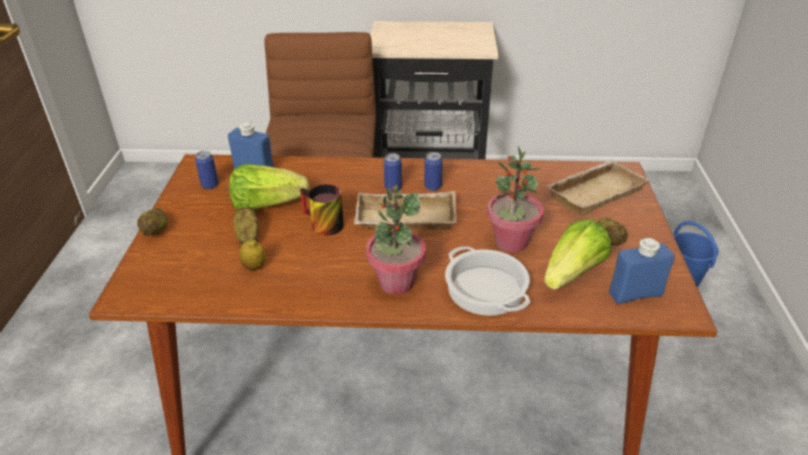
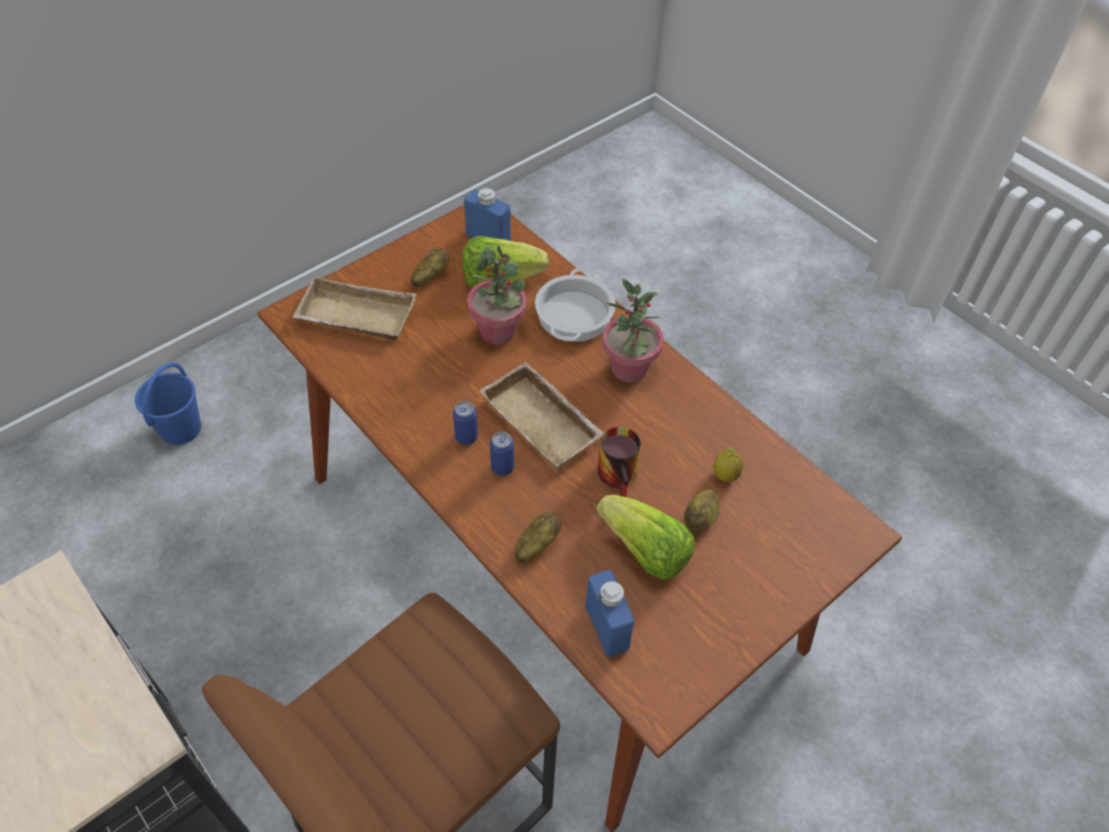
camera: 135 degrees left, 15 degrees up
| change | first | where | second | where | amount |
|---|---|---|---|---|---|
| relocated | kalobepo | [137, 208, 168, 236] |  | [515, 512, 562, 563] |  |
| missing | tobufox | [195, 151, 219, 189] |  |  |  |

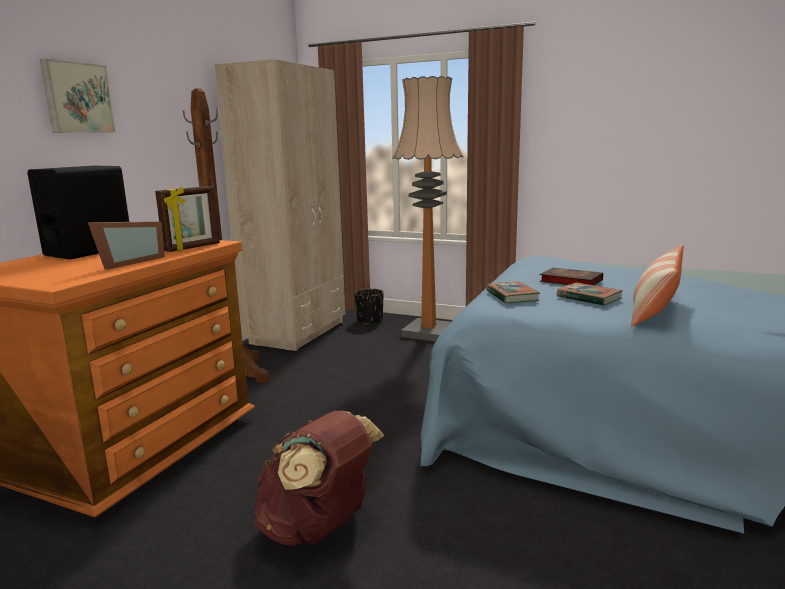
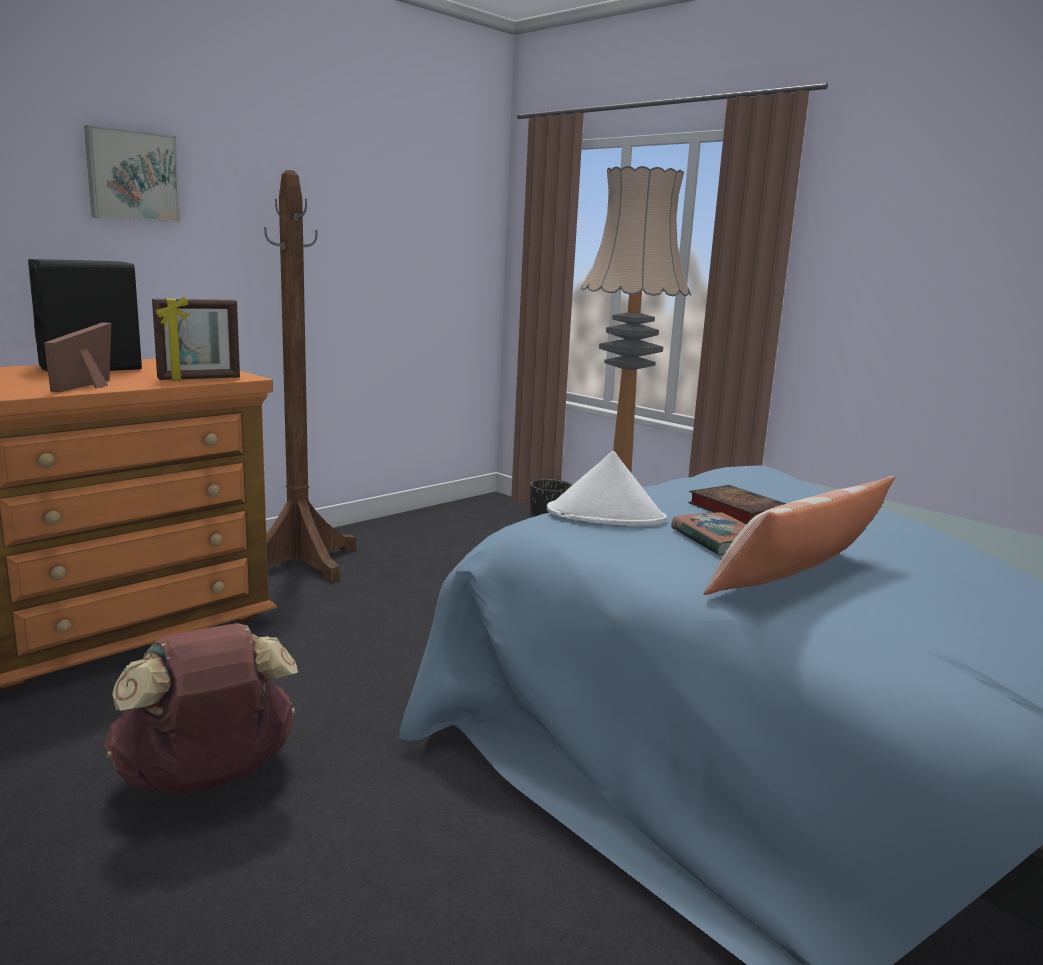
camera: 20 degrees right, 0 degrees up
| change | first | where | second | where | amount |
|---|---|---|---|---|---|
| spun | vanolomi | [88, 221, 165, 269] |  | [44, 322, 111, 392] | 135 degrees clockwise |
| exchanged | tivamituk | [486, 281, 540, 304] | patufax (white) | [547, 451, 667, 526] |  |
| missing | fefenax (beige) | [214, 59, 345, 351] |  |  |  |

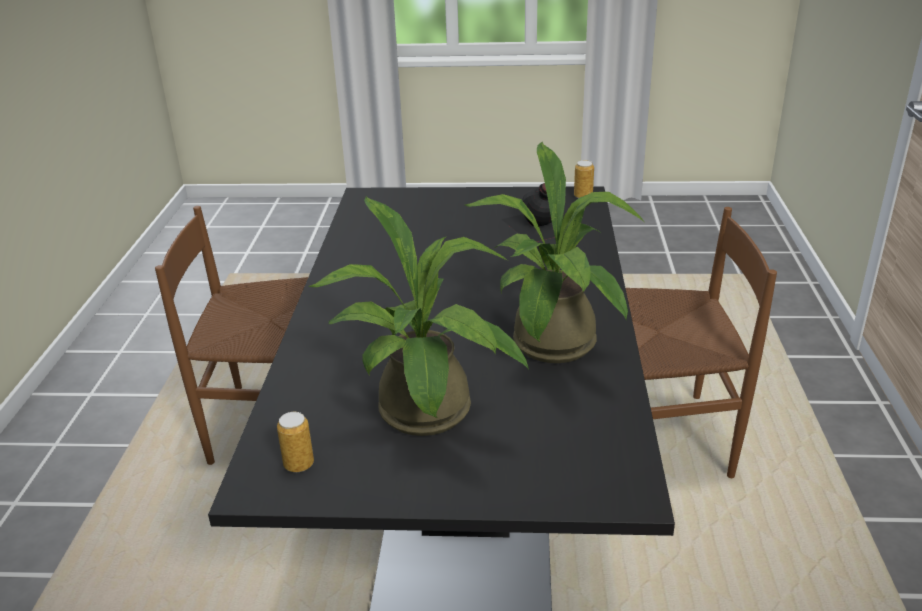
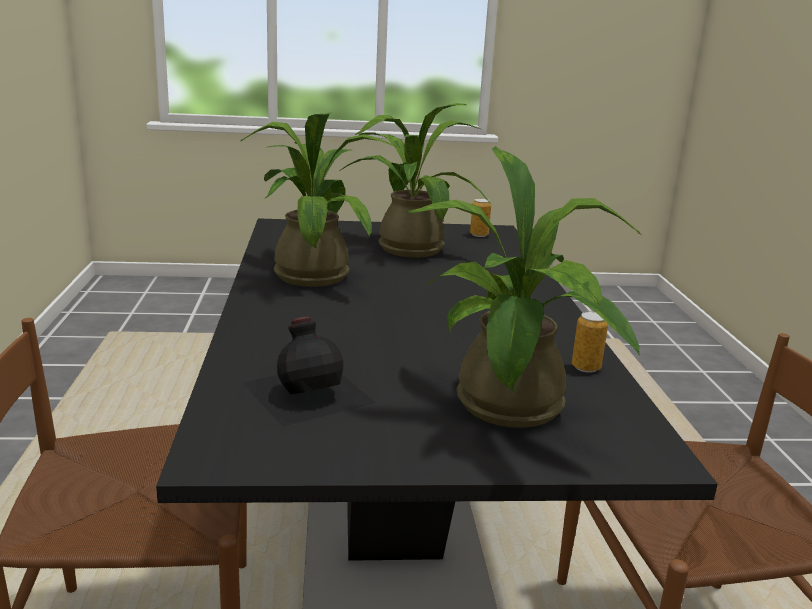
camera: 170 degrees right, 10 degrees down
| change | first | where | second | where | amount |
|---|---|---|---|---|---|
| appeared |  |  | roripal | [406, 146, 642, 428] |  |
| relocated | tobufox | [574, 160, 594, 198] |  | [572, 312, 608, 373] |  |

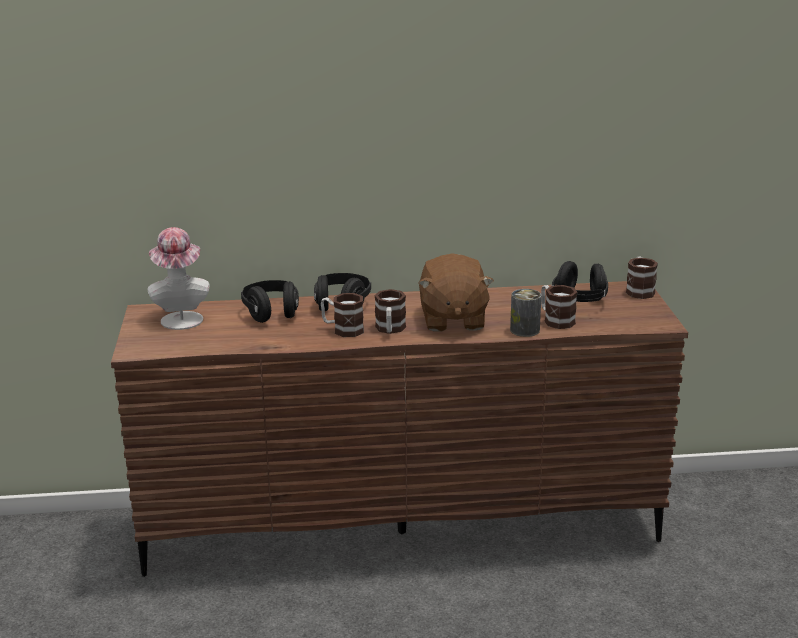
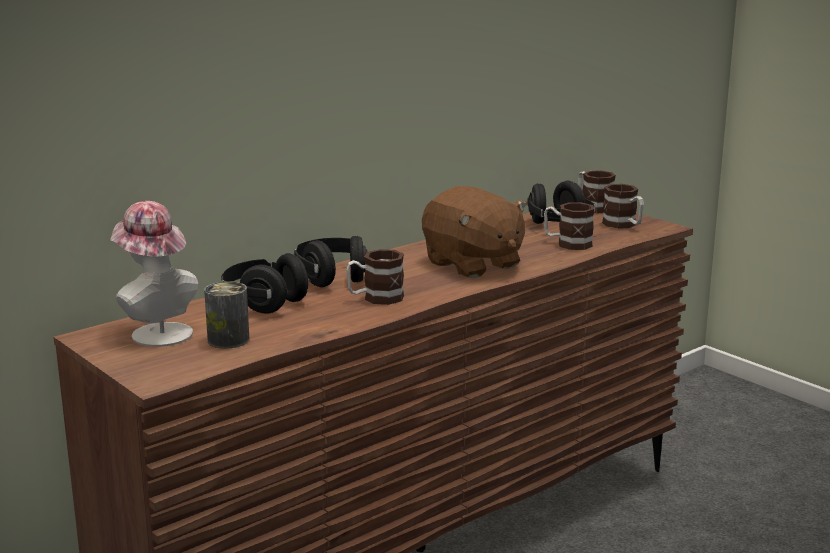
camera: 35 degrees left, 5 degrees down
| change | first | where | second | where | amount |
|---|---|---|---|---|---|
| relocated | tobufox | [510, 289, 541, 337] |  | [204, 281, 249, 349] |  |
| relocated | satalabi | [374, 289, 406, 334] |  | [602, 184, 644, 229] |  |

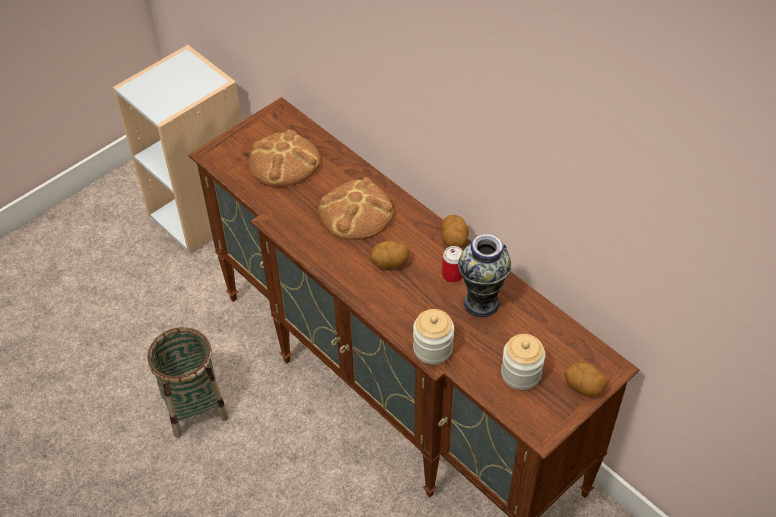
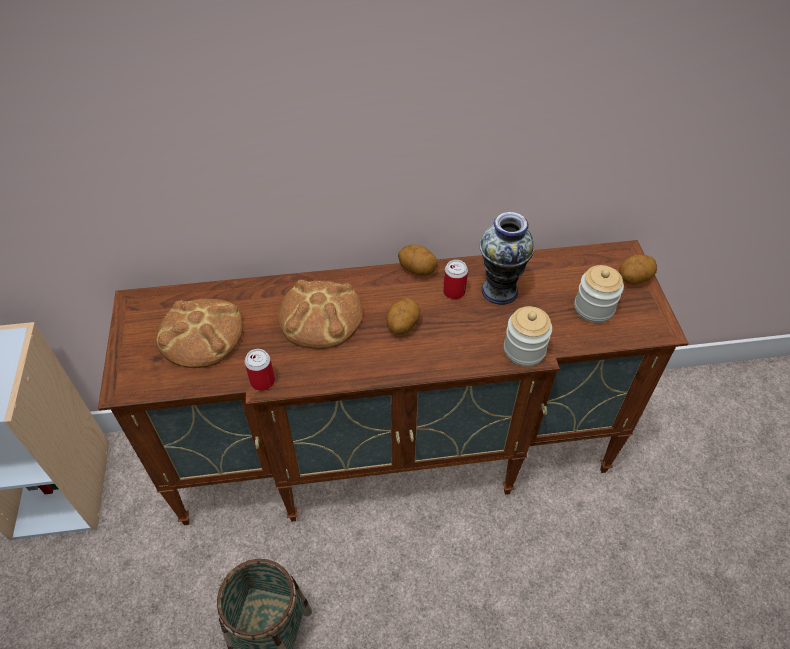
camera: 55 degrees left, 0 degrees up
| change | first | where | second | where | amount |
|---|---|---|---|---|---|
| appeared |  |  | tobufox | [245, 349, 275, 391] |  |

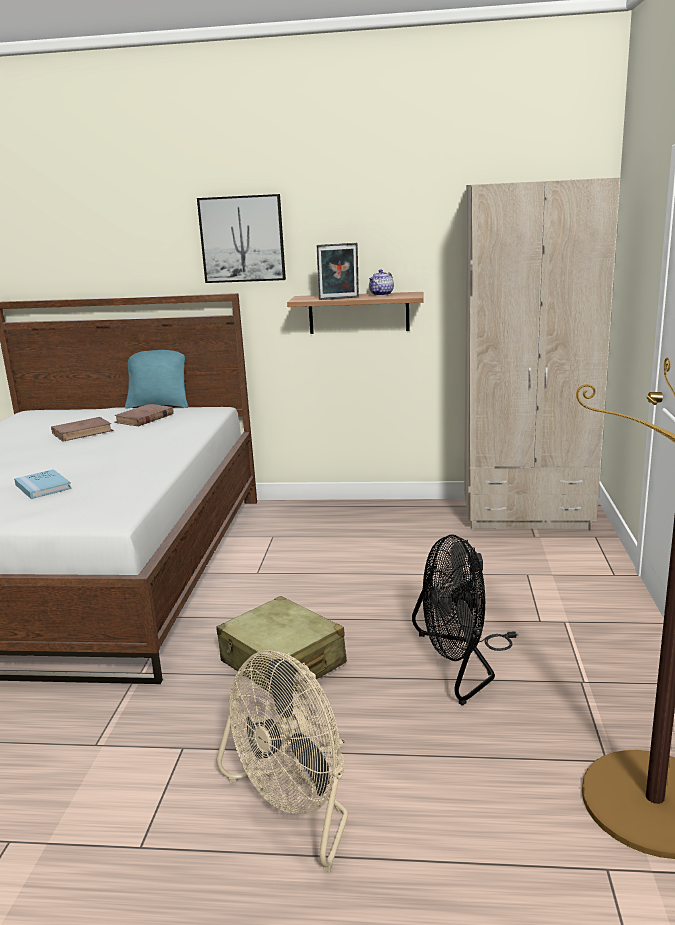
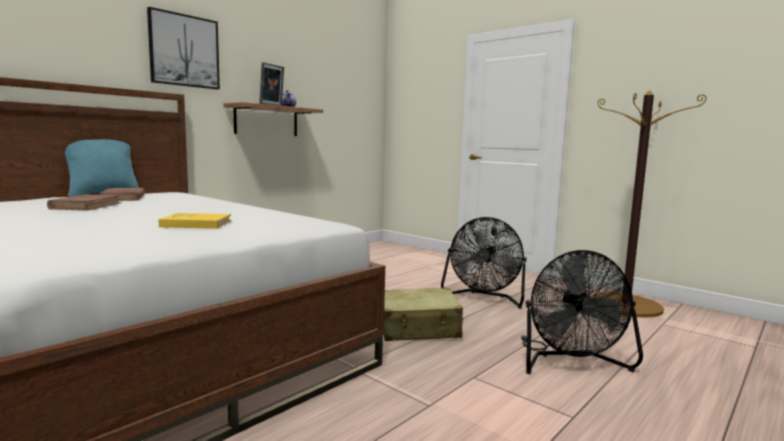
camera: 55 degrees left, 10 degrees down
| change | first | where | second | where | amount |
|---|---|---|---|---|---|
| colour | tivamituk (blue) | [14, 469, 72, 499] | tivamituk (yellow) | [158, 213, 231, 229] |  |
| colour | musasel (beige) | [217, 650, 348, 872] | musasel (black) | [521, 250, 643, 374] |  |
| missing | fefenax (beige) | [464, 178, 620, 530] |  |  |  |

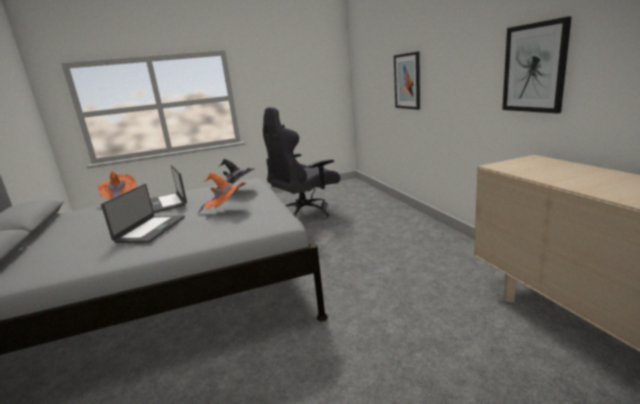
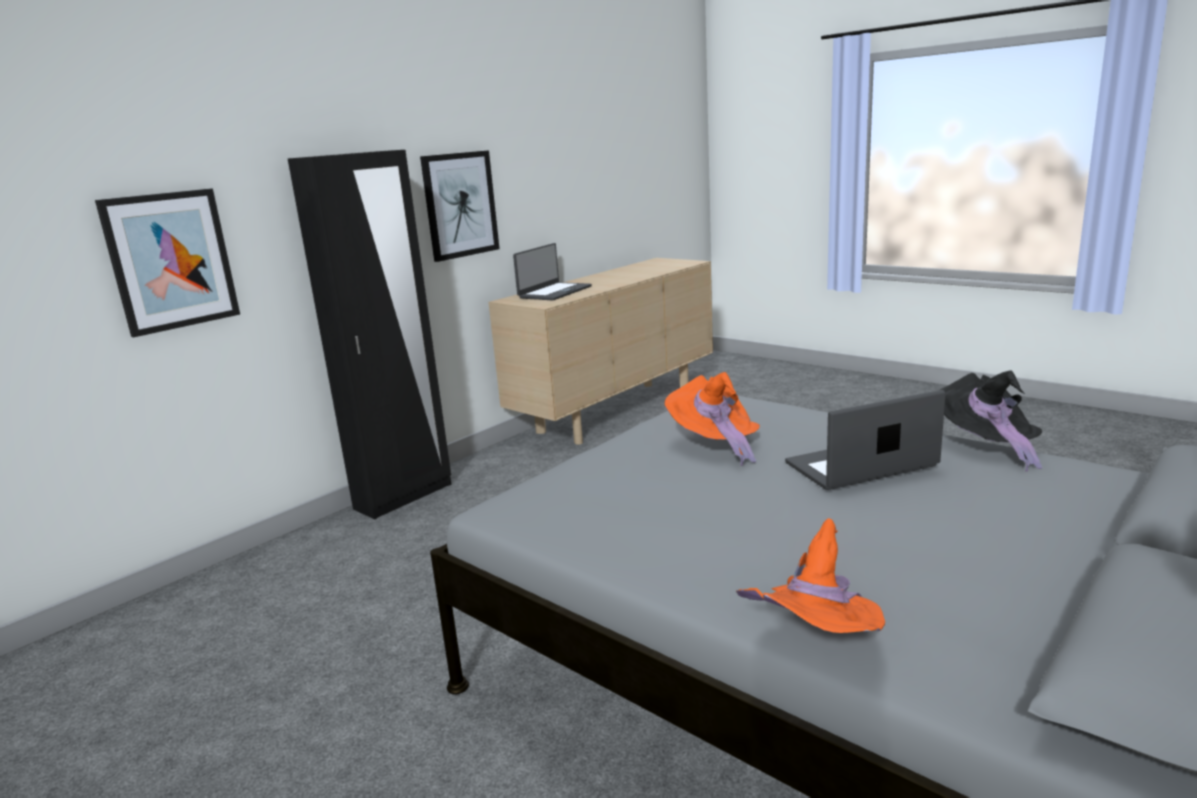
camera: 120 degrees left, 0 degrees up
| change | first | where | second | where | amount |
|---|---|---|---|---|---|
| appeared |  |  | fefenax (black) | [288, 150, 451, 519] |  |
| relocated | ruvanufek | [150, 165, 187, 213] |  | [513, 243, 592, 301] |  |
| relocated | patufax (black) | [216, 159, 255, 189] |  | [940, 370, 1042, 471] |  |
| missing | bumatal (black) | [263, 107, 340, 218] |  |  |  |

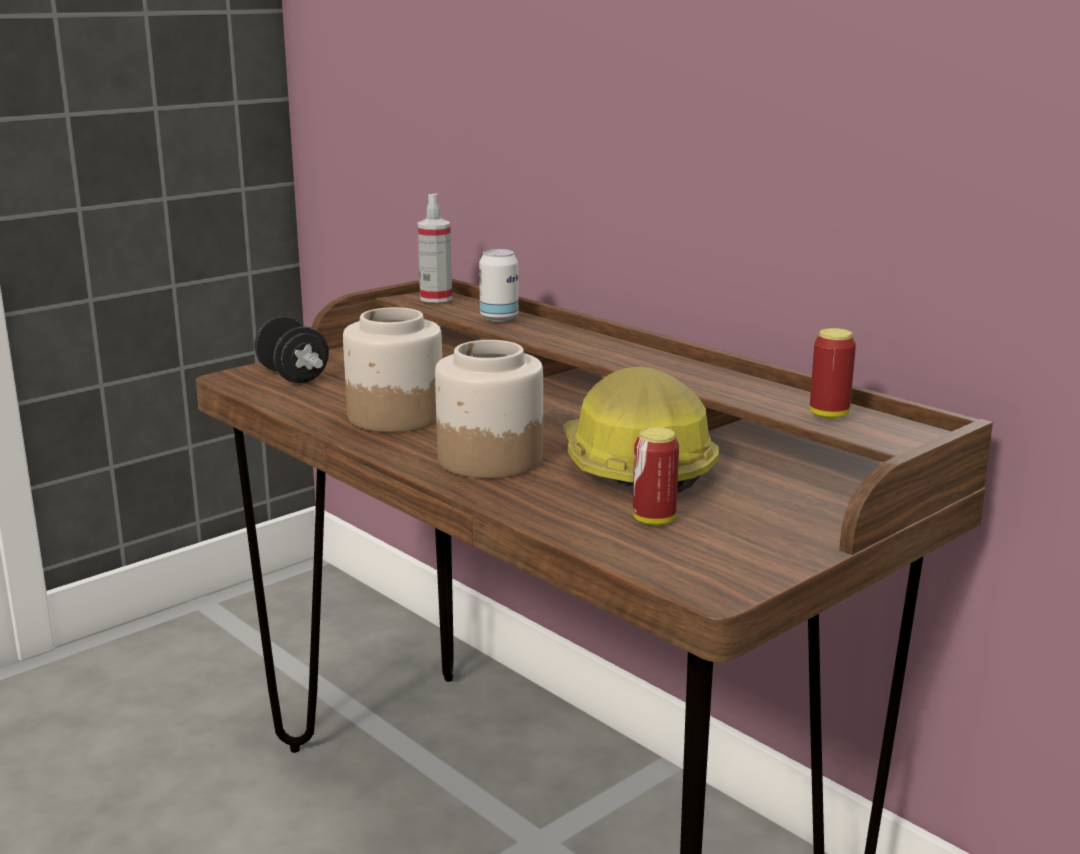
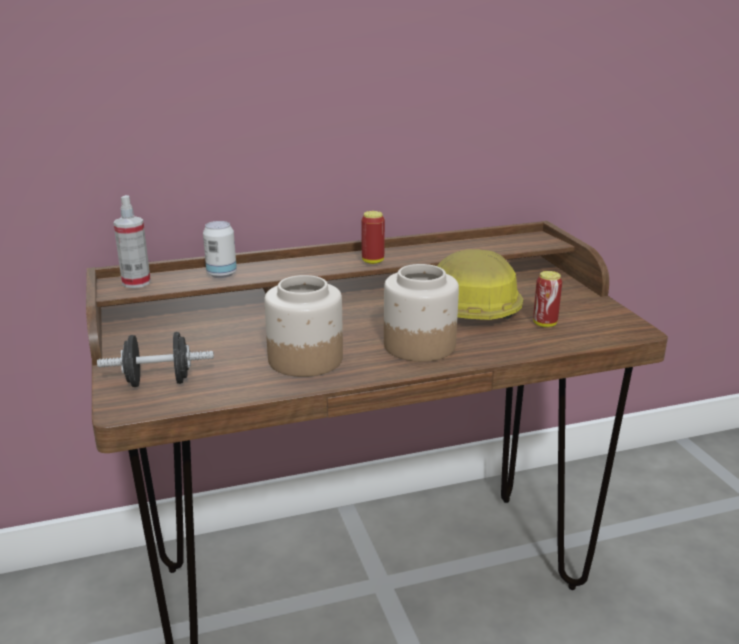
camera: 65 degrees left, 5 degrees up
| change | first | where | second | where | amount |
|---|---|---|---|---|---|
| relocated | tobufox | [810, 328, 856, 419] |  | [361, 211, 385, 264] |  |

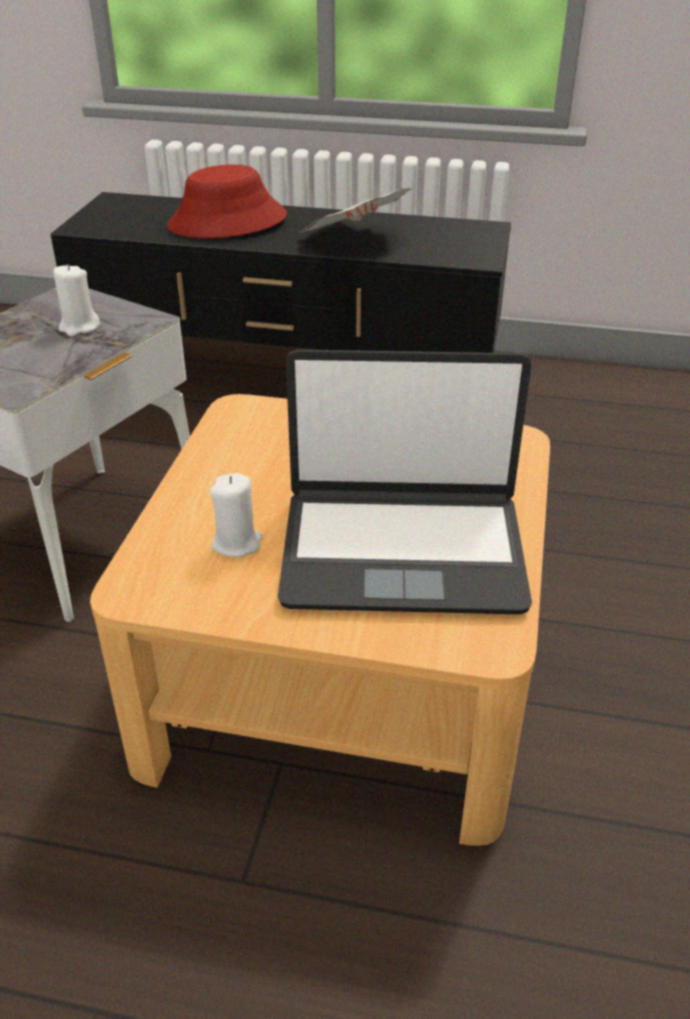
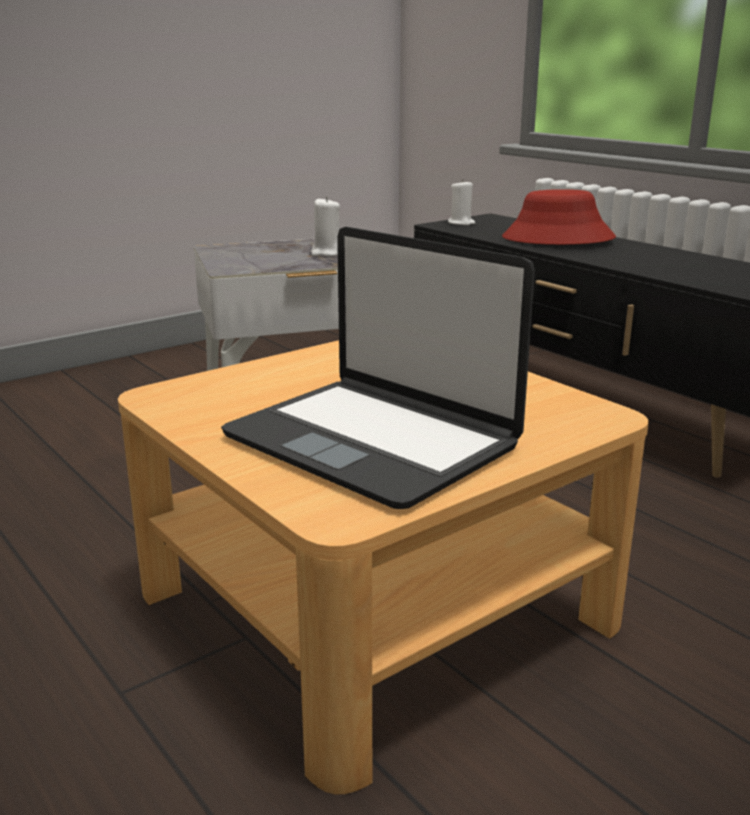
camera: 40 degrees right, 15 degrees down
| change | first | where | second | where | amount |
|---|---|---|---|---|---|
| relocated | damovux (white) | [210, 473, 263, 557] |  | [448, 179, 475, 225] |  |
| missing | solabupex | [299, 188, 412, 233] |  |  |  |

